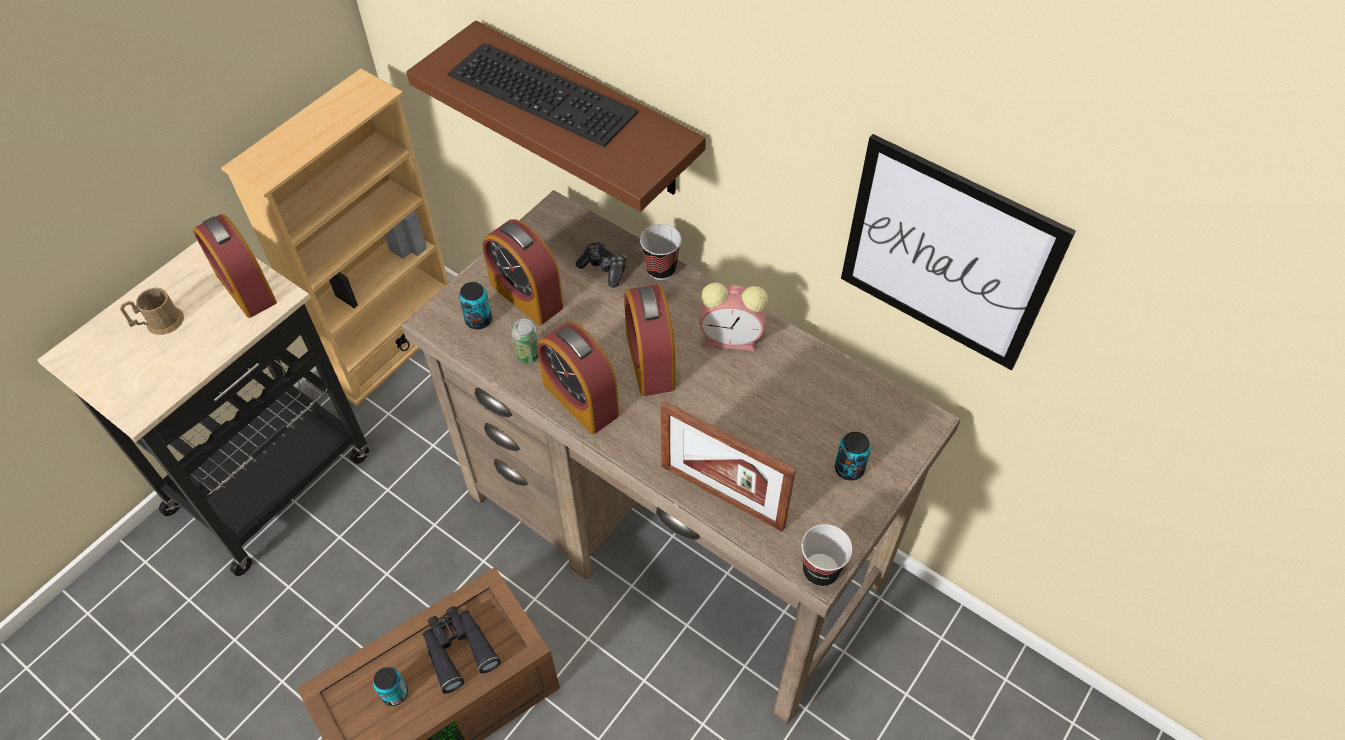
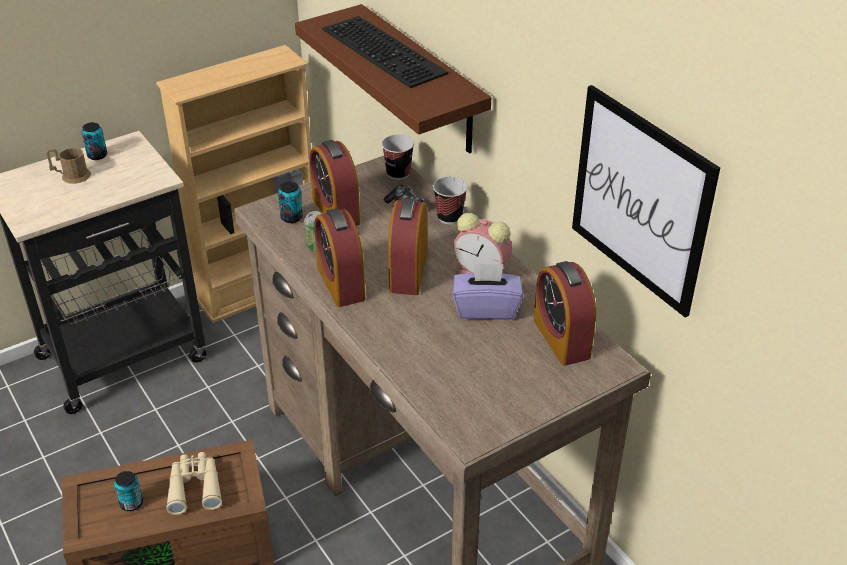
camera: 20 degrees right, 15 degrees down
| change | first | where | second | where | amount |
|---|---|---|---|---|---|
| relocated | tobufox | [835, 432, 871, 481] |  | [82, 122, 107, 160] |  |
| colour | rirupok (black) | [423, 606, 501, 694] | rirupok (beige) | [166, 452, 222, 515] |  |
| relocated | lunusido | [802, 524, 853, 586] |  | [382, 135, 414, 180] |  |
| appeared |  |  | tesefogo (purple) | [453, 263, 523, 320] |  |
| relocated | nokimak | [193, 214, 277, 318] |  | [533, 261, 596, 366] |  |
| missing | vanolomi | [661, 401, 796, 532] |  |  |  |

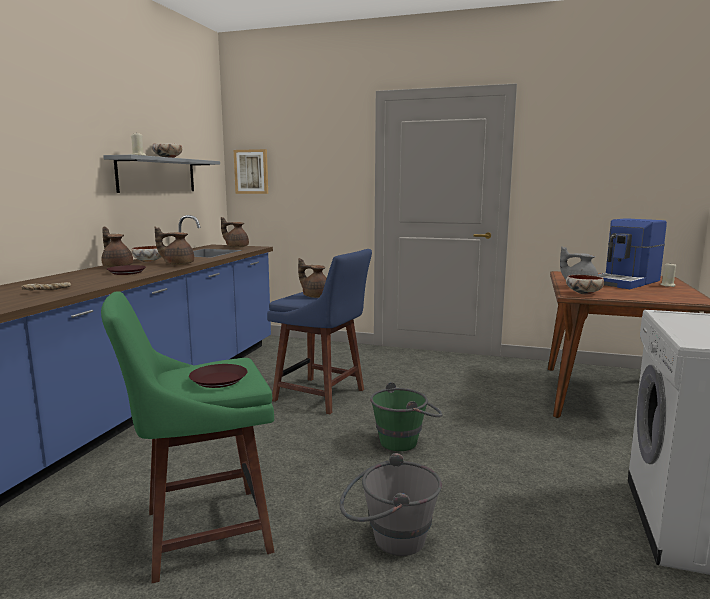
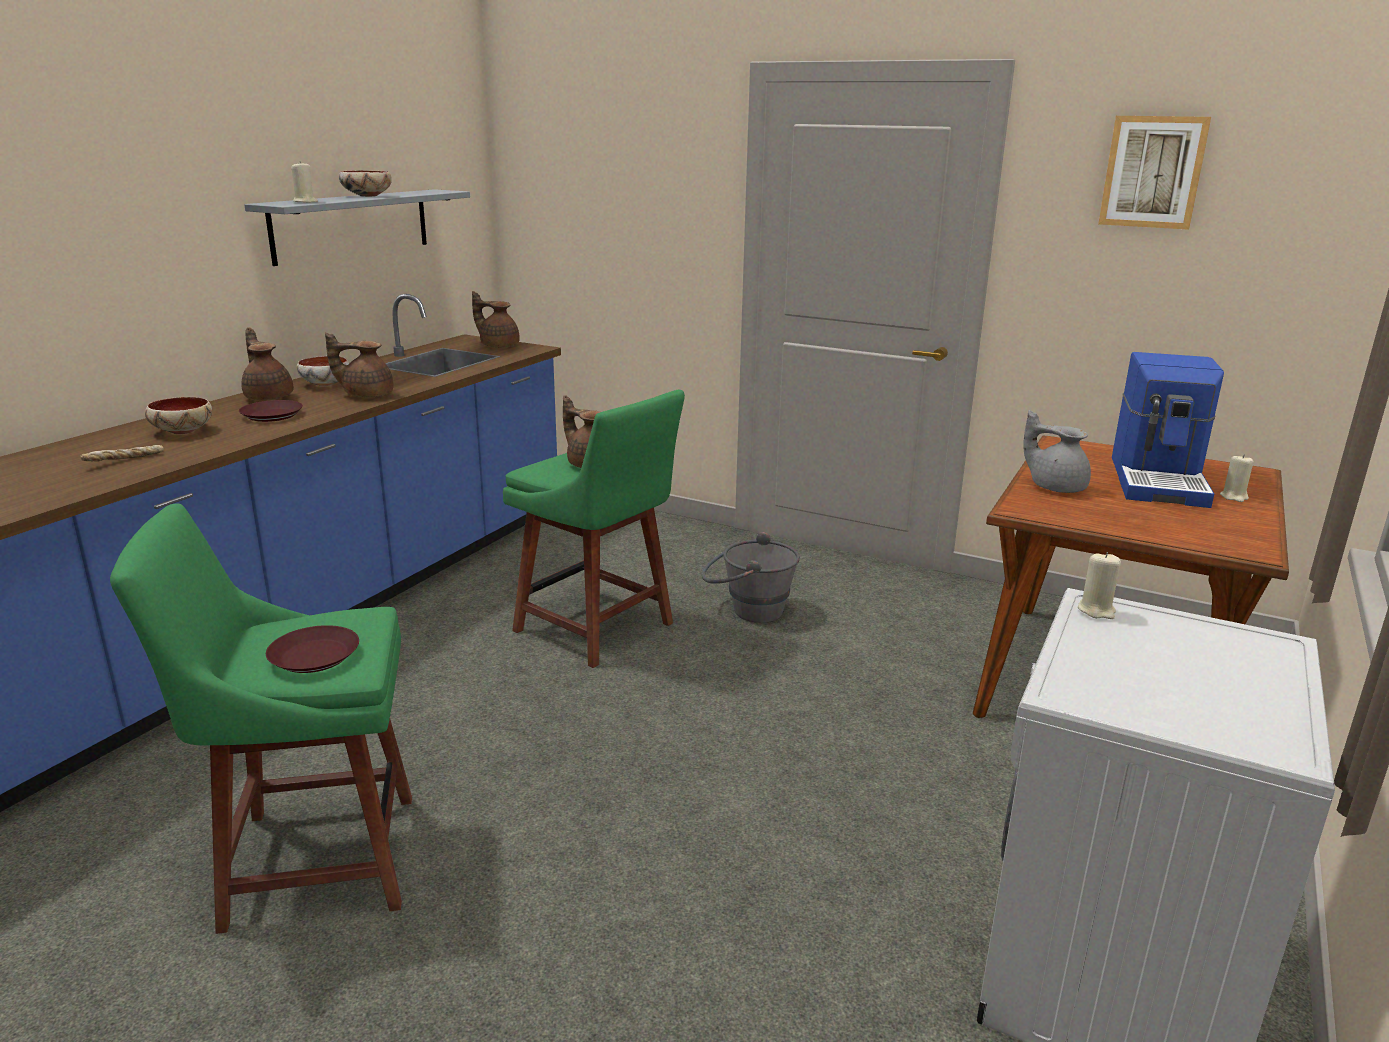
camera: 10 degrees right, 10 degrees up
| change | first | where | second | where | amount |
|---|---|---|---|---|---|
| relocated | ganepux | [566, 275, 604, 294] |  | [145, 397, 212, 434] |  |
| colour | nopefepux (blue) | [267, 249, 372, 415] | nopefepux (green) | [503, 390, 685, 668] |  |
| relocated | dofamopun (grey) | [340, 453, 442, 556] |  | [701, 532, 800, 623] |  |
| appeared |  |  | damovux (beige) | [1078, 552, 1121, 619] |  |
| relocated | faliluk | [234, 149, 268, 194] |  | [1098, 116, 1211, 230] |  |
| spun | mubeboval | [598, 218, 667, 289] |  | [1112, 352, 1224, 508] | 45 degrees counterclockwise |
| missing | dofamopun (green) | [370, 382, 443, 451] |  |  |  |

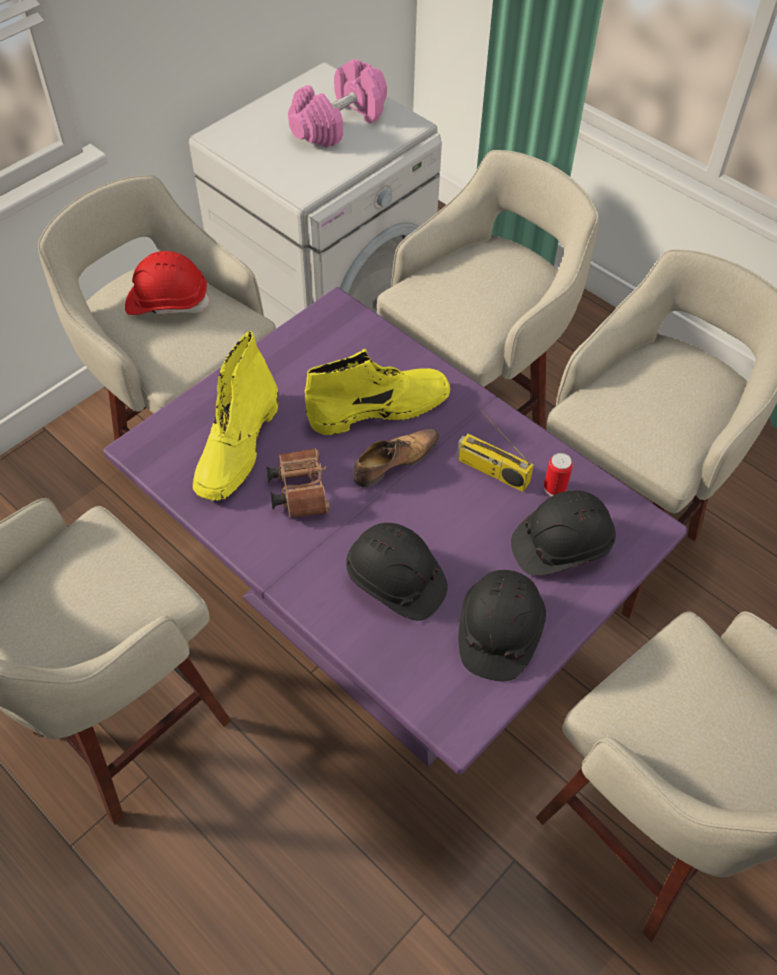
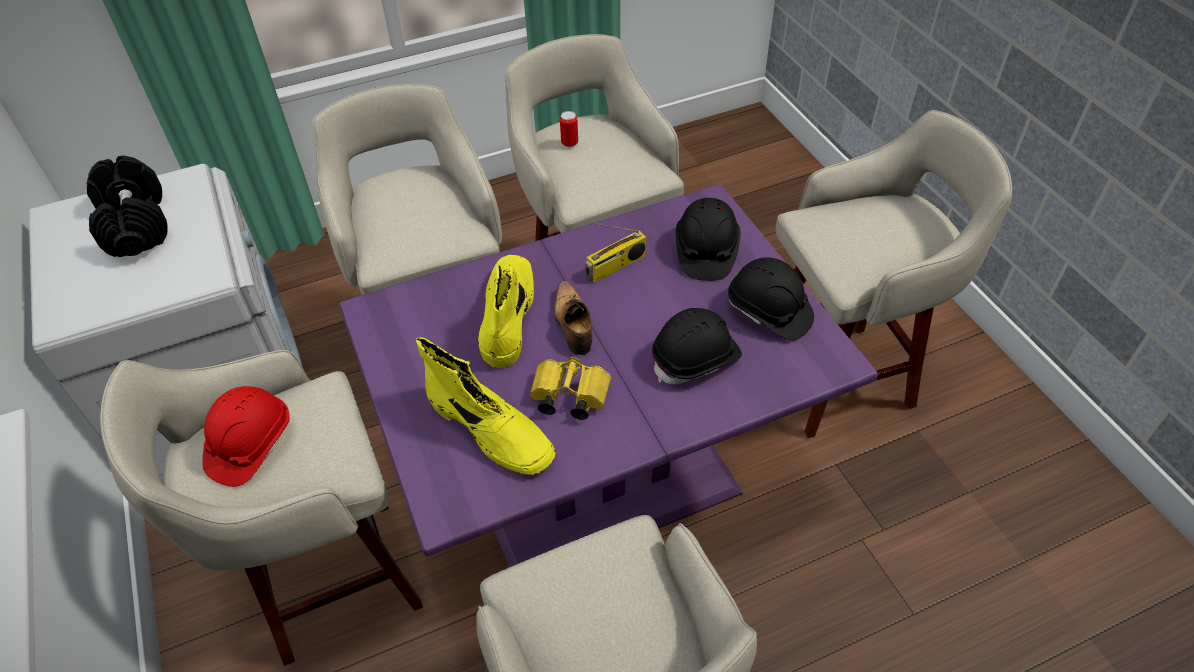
camera: 65 degrees left, 5 degrees down
| change | first | where | second | where | amount |
|---|---|---|---|---|---|
| colour | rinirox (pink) | [288, 59, 387, 148] | rinirox (black) | [87, 156, 168, 257] |  |
| colour | rirupok (brown) | [266, 448, 330, 518] | rirupok (yellow) | [530, 356, 611, 420] |  |
| relocated | tobufox | [544, 453, 573, 496] |  | [560, 111, 578, 149] |  |

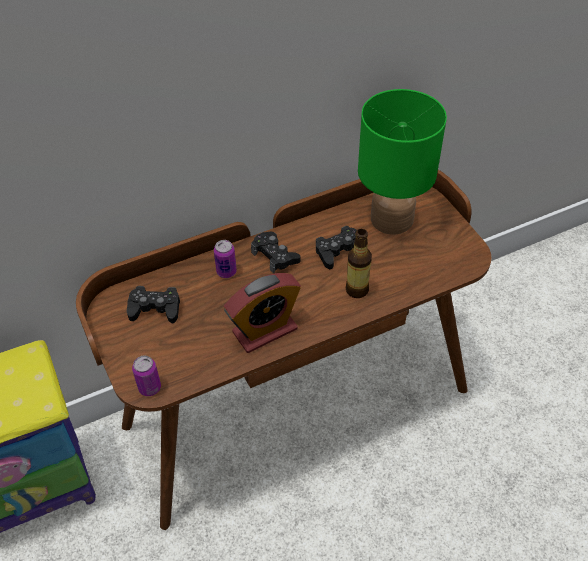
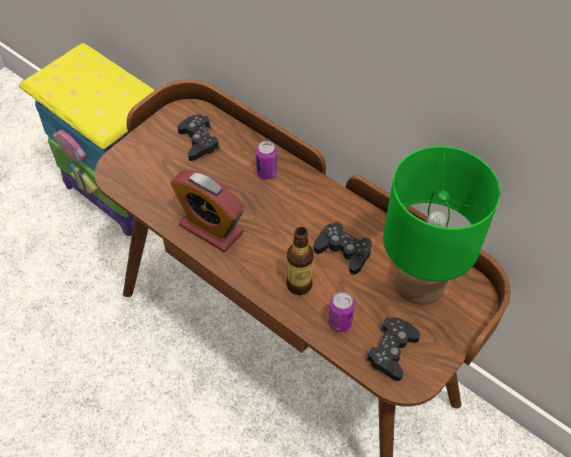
camera: 65 degrees right, 5 degrees up
| change | first | where | second | where | amount |
|---|---|---|---|---|---|
| relocated | tobufox | [132, 356, 161, 396] |  | [328, 292, 355, 332] |  |
| relocated | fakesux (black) | [251, 232, 300, 274] |  | [366, 317, 420, 381] |  |

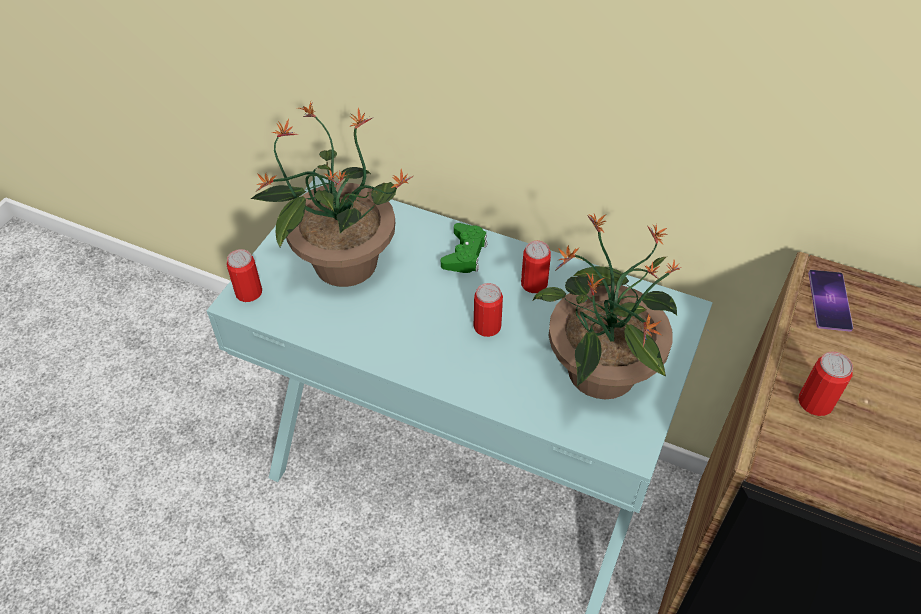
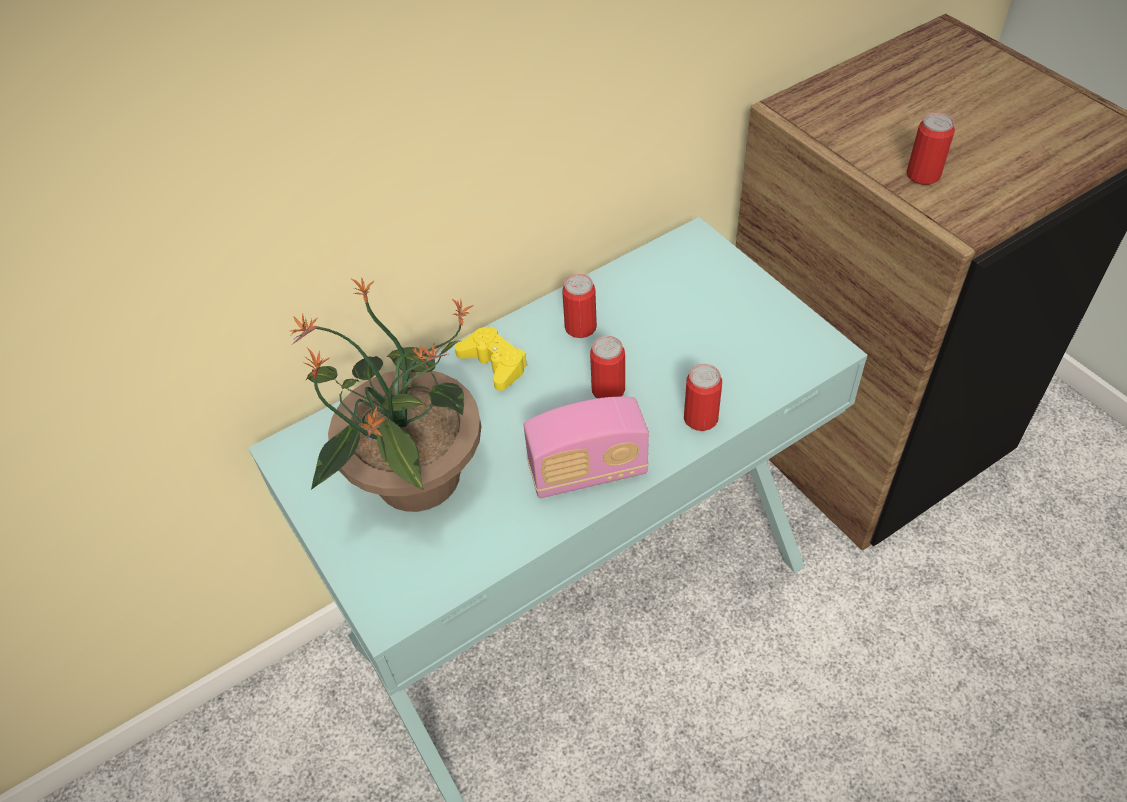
camera: 55 degrees left, 0 degrees up
| change | first | where | second | where | amount |
|---|---|---|---|---|---|
| colour | fakesux (green) | [441, 223, 487, 273] | fakesux (yellow) | [455, 326, 528, 391] |  |
| appeared |  |  | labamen | [524, 397, 649, 498] |  |
| relocated | tobufox | [226, 249, 262, 302] |  | [684, 364, 722, 431] |  |
| missing | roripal | [532, 214, 681, 399] |  |  |  |
| missing | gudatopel | [808, 270, 853, 332] |  |  |  |

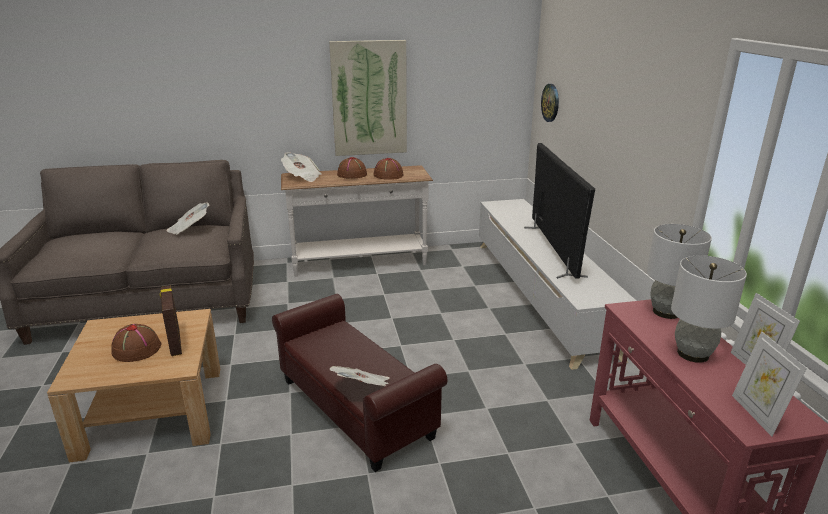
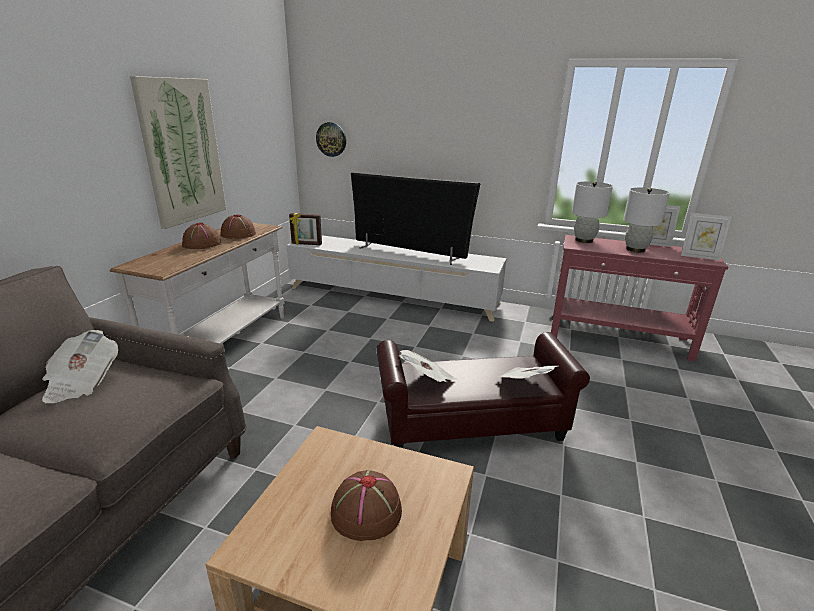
camera: 60 degrees left, 0 degrees up
| change | first | where | second | where | amount |
|---|---|---|---|---|---|
| relocated | vanolomi | [160, 286, 182, 356] |  | [289, 213, 322, 245] |  |
| relocated | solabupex | [281, 152, 322, 182] |  | [399, 350, 457, 383] |  |

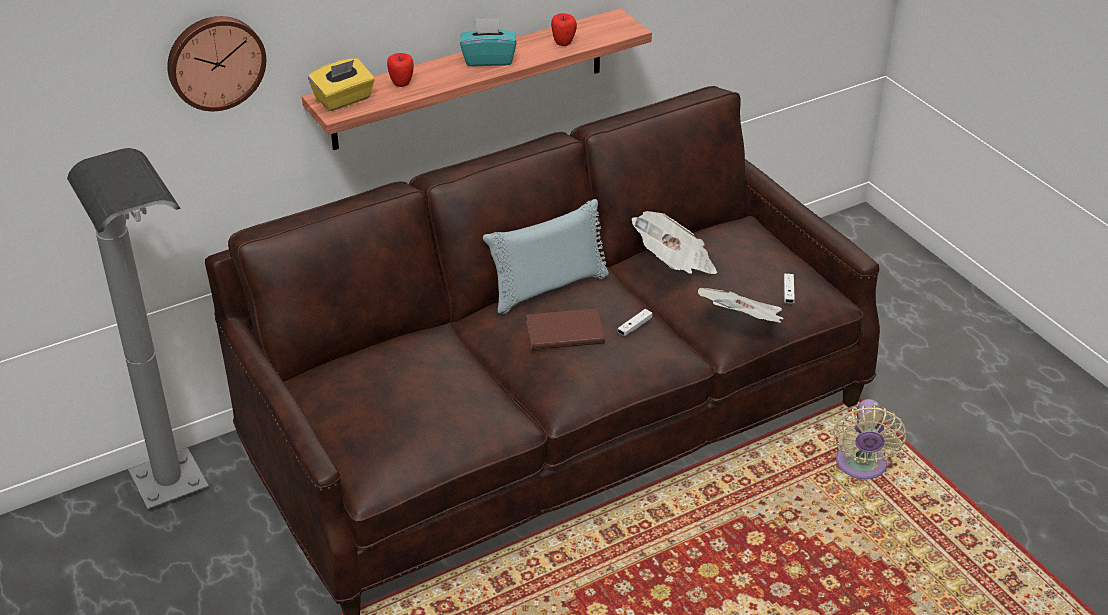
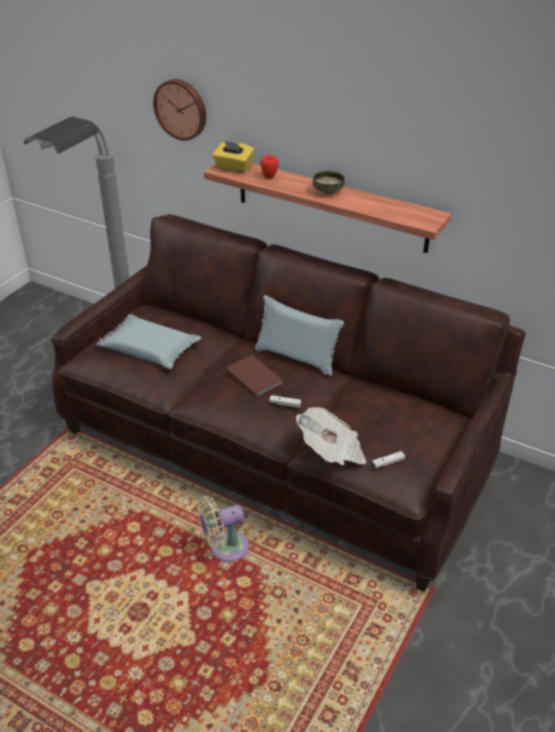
camera: 60 degrees right, 0 degrees up
| change | first | where | second | where | amount |
|---|---|---|---|---|---|
| appeared |  |  | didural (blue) | [96, 314, 201, 369] |  |
| relocated | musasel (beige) | [834, 399, 906, 479] |  | [197, 496, 249, 562] |  |
| exchanged | tesefogo (turquoise) | [460, 18, 516, 66] | ganepux | [313, 170, 345, 194] |  |
| missing | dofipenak | [551, 13, 577, 46] |  |  |  |
| missing | solabupex | [631, 211, 717, 274] |  |  |  |

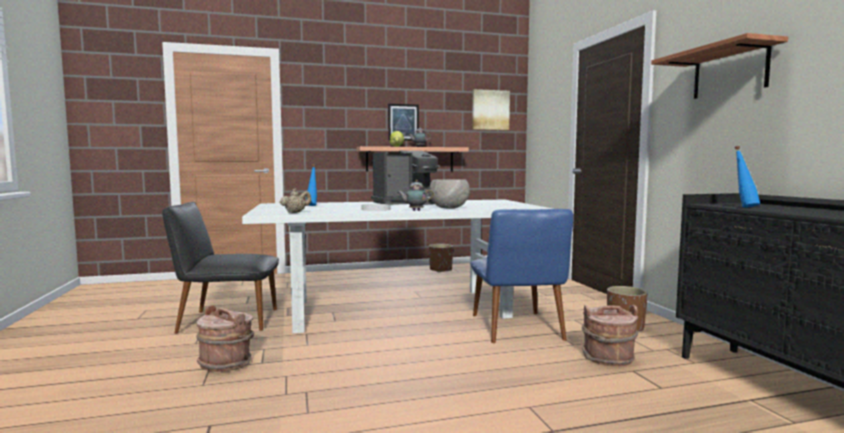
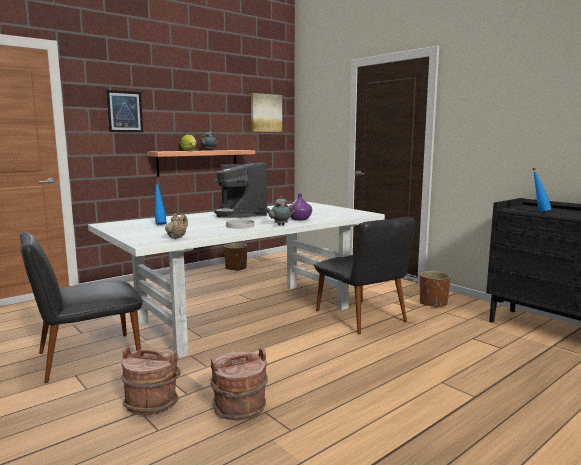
camera: 25 degrees left, 5 degrees up
| change | first | where | second | where | amount |
|---|---|---|---|---|---|
| relocated | faliluk | [388, 104, 419, 141] |  | [106, 90, 143, 132] |  |
| relocated | dofamopun (brown) | [582, 305, 638, 367] |  | [209, 348, 268, 421] |  |
| spun | mubeboval | [371, 151, 440, 205] |  | [214, 162, 268, 218] | 120 degrees clockwise |
| exchanged | ganepux (grey) | [429, 179, 470, 209] | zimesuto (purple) | [290, 194, 312, 221] |  |
| colour | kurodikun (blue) | [470, 209, 573, 343] | kurodikun (black) | [314, 217, 415, 334] |  |
| missing | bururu | [651, 33, 788, 99] |  |  |  |

